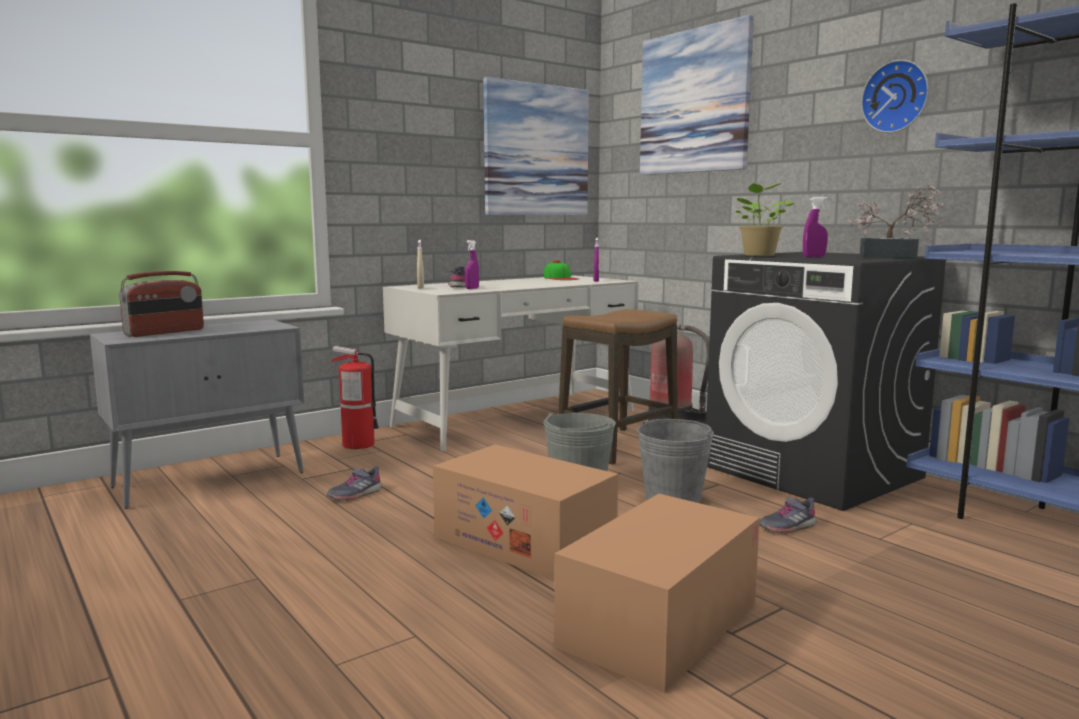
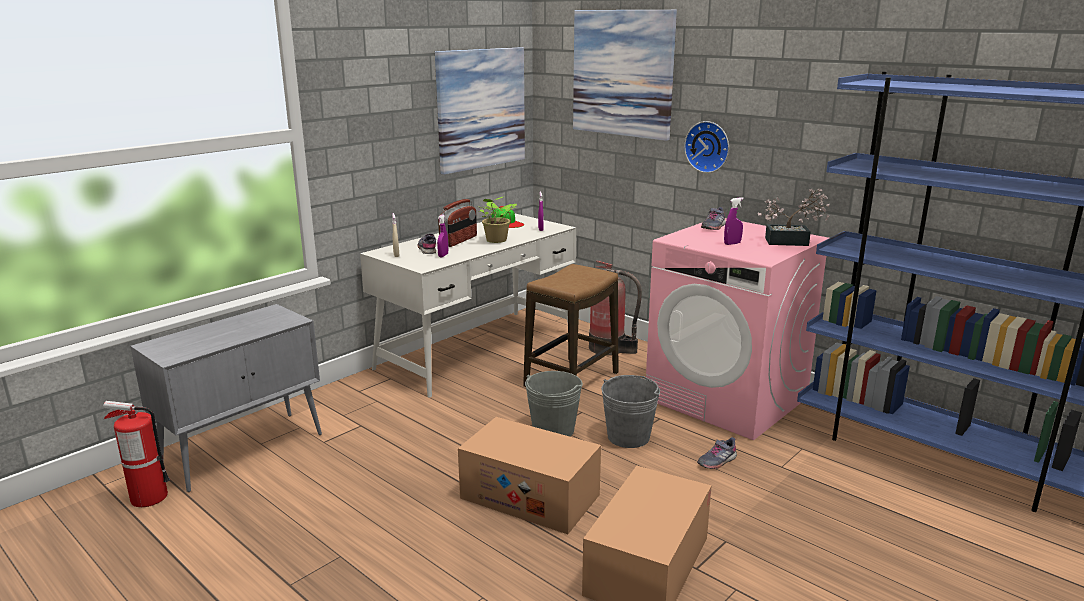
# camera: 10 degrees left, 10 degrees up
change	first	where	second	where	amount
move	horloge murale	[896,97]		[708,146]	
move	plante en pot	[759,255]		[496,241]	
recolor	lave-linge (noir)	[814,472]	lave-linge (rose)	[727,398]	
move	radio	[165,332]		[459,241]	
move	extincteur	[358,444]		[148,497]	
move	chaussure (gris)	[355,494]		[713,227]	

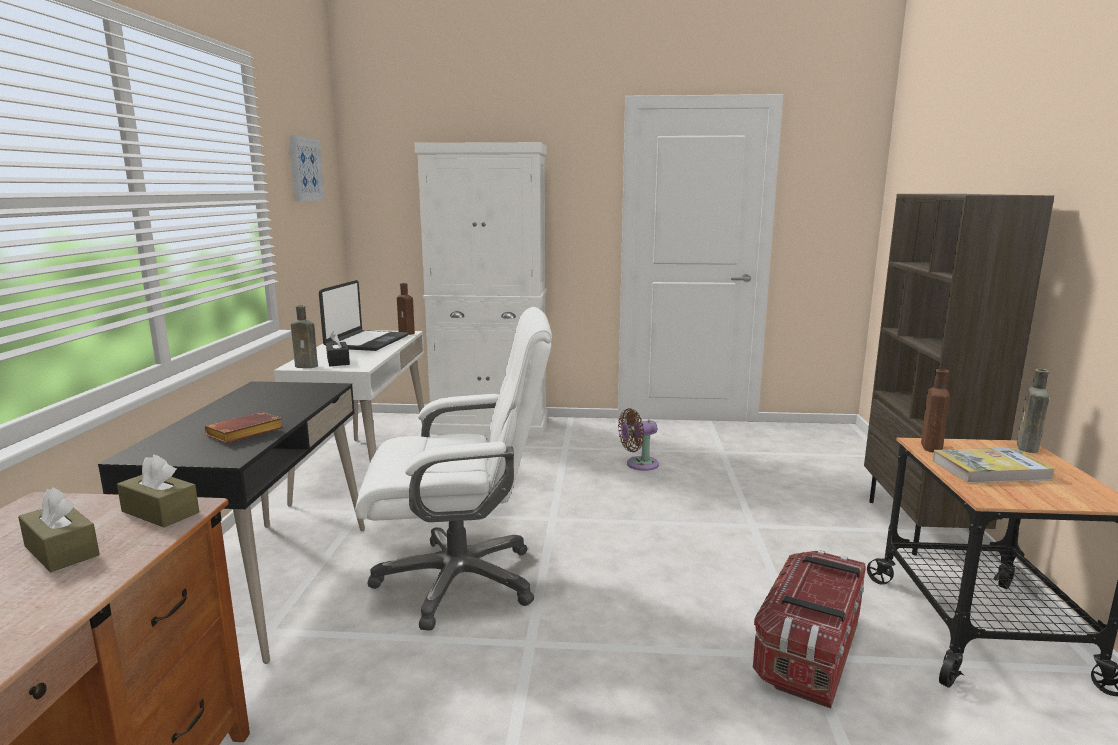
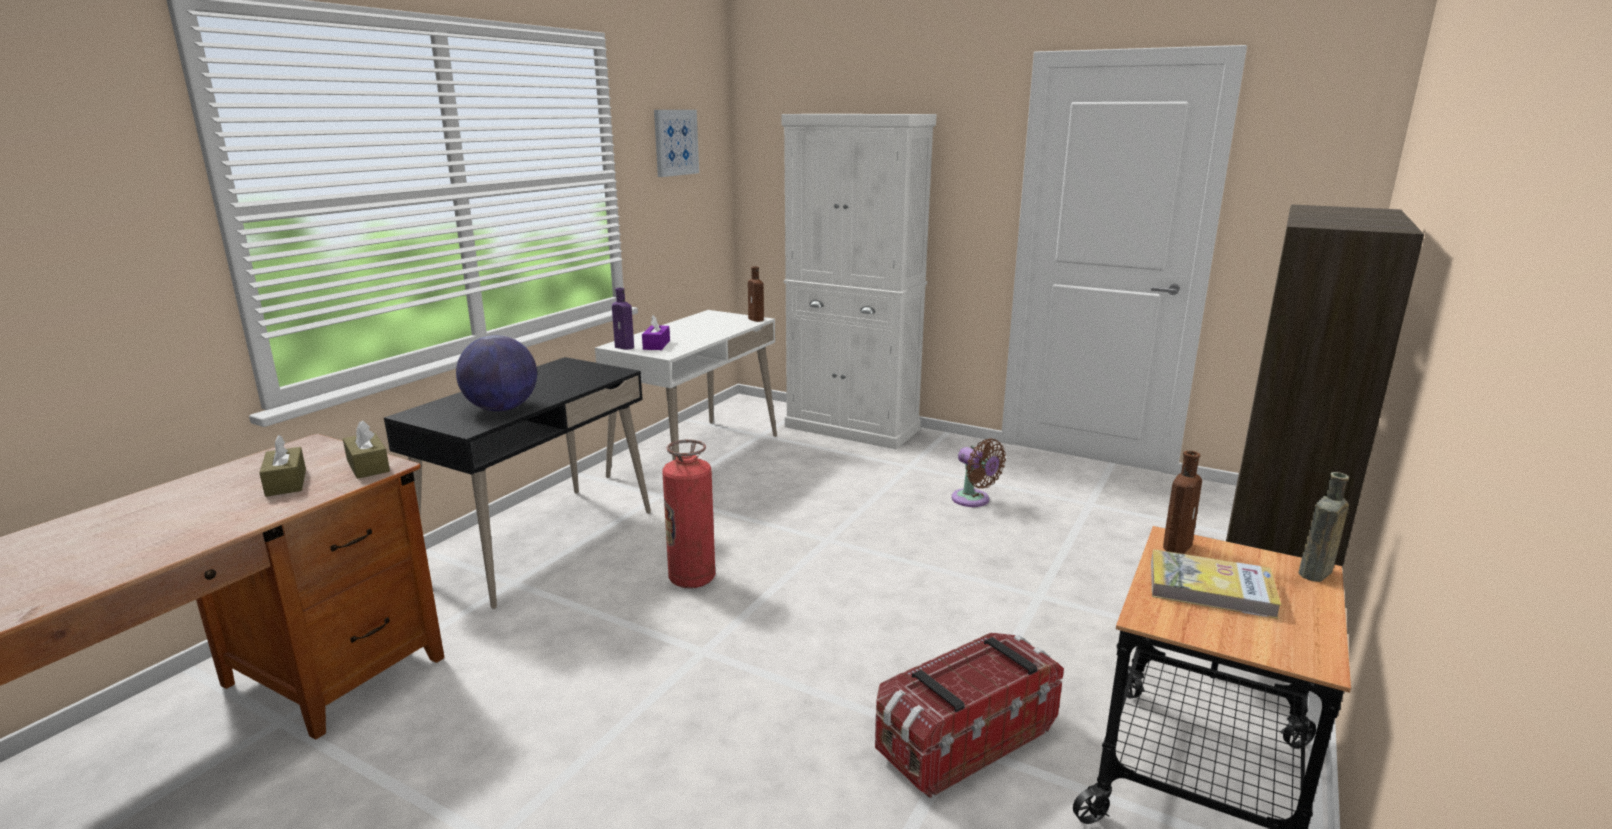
# camera: 25 degrees right, 5 degrees up
change	first	where	second	where	amount
delete	ordinateur portable	[366,342]			
recolor	bouteille (marron)	[308,366]	bouteille (violet)	[625,347]	
replace	chaise de bureau (blanc)	[460,580]	extincteur	[692,579]	
recolor	boîte à mouchoirs (noir)	[338,361]	boîte à mouchoirs (violet)	[656,345]	
rotate	ventilateur (marron)	[639,464]		[973,500]	135 degrees counterclockwise
replace	livre (marron)	[244,434]	globe	[501,409]	

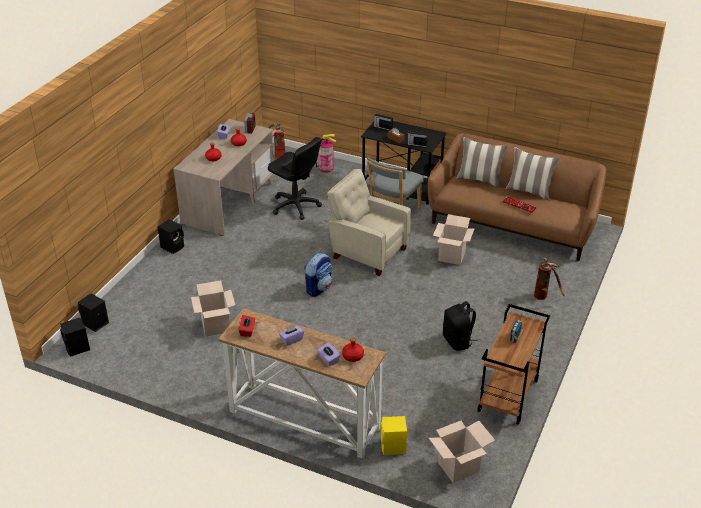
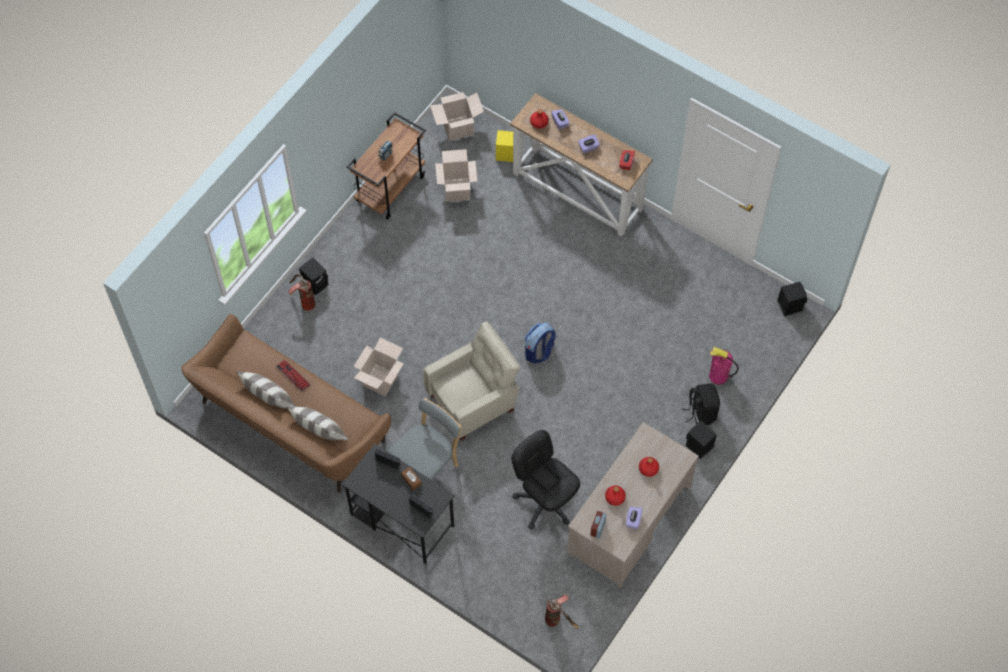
# camera: 170 degrees left, 25 degrees up
change	first	where	second	where	amount
move	extincteur	[326,168]		[718,376]	
rotate	fauteuil (beige)	[367,252]		[474,401]	75 degrees counterclockwise
move	carton	[215,326]		[457,189]	
move	enceinte (noir)	[94,324]		[316,283]	
move	sac à dos (noir)	[458,341]		[701,412]	

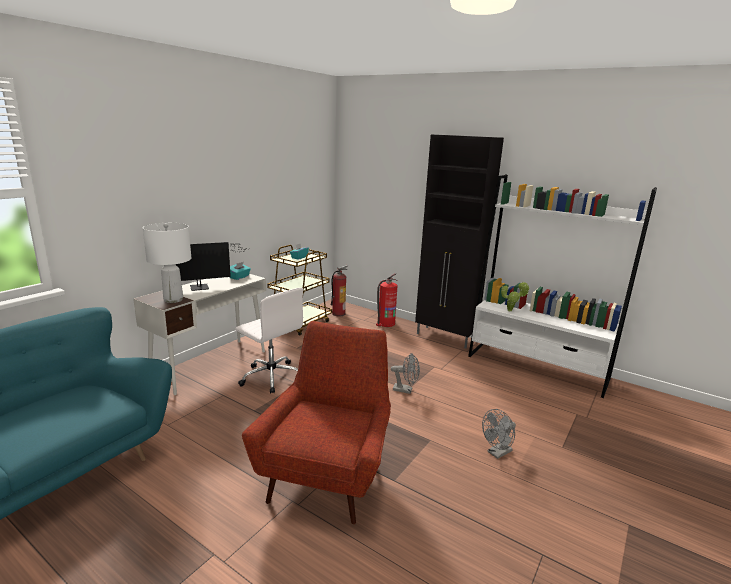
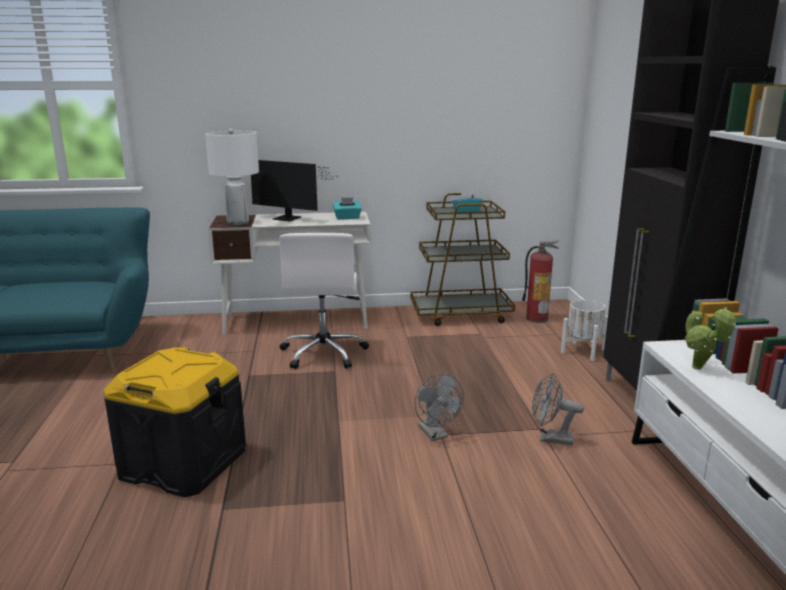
# camera: 50 degrees right, 0 degrees up
change	first	where	second	where	amount
replace	extincteur	[385,323]	cache-pot (blanc)	[582,351]	
replace	fauteuil (rouge)	[327,476]	boîte de rangement (noir)	[183,463]	
move	ventilateur (gris)	[497,453]		[550,438]	

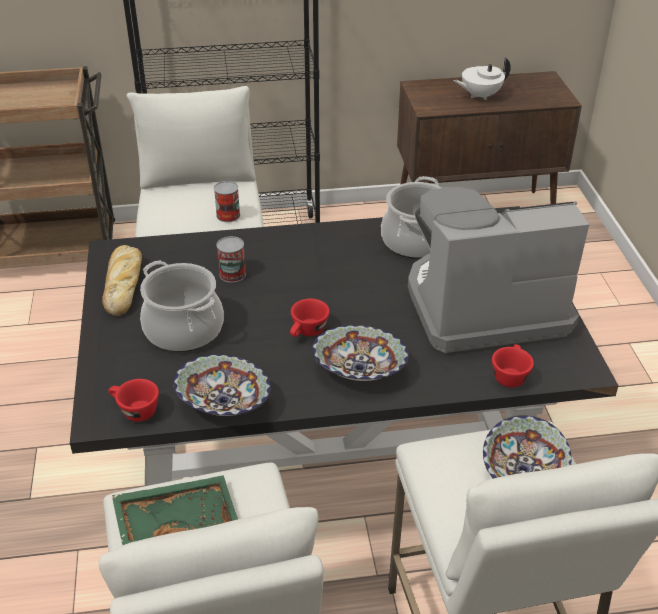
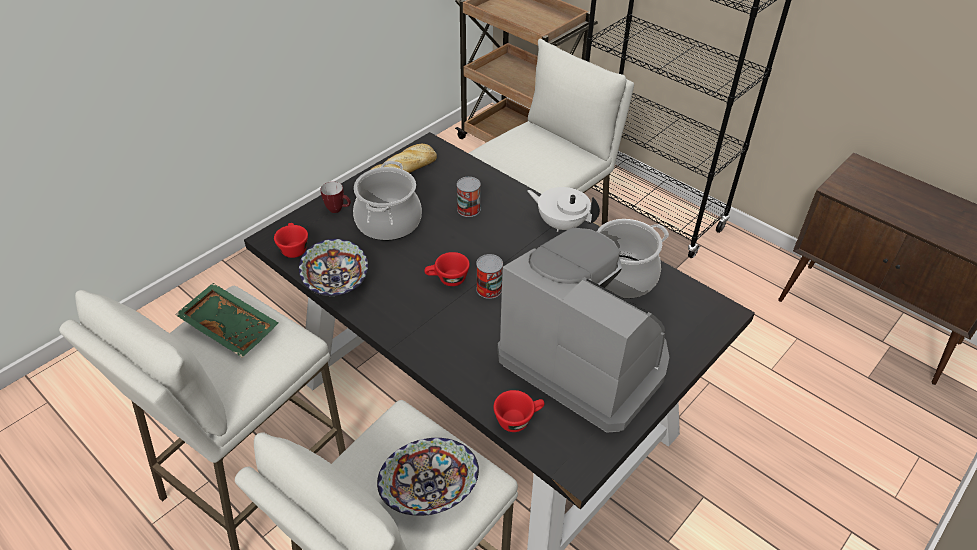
# camera: 50 degrees right, 5 degrees up
change	first	where	second	where	amount
move	théière (blanc)	[480,95]		[561,224]	
move	boîte métallique	[228,215]		[489,289]	
delete	bol	[359,371]			
insert			mug	[338,210]	

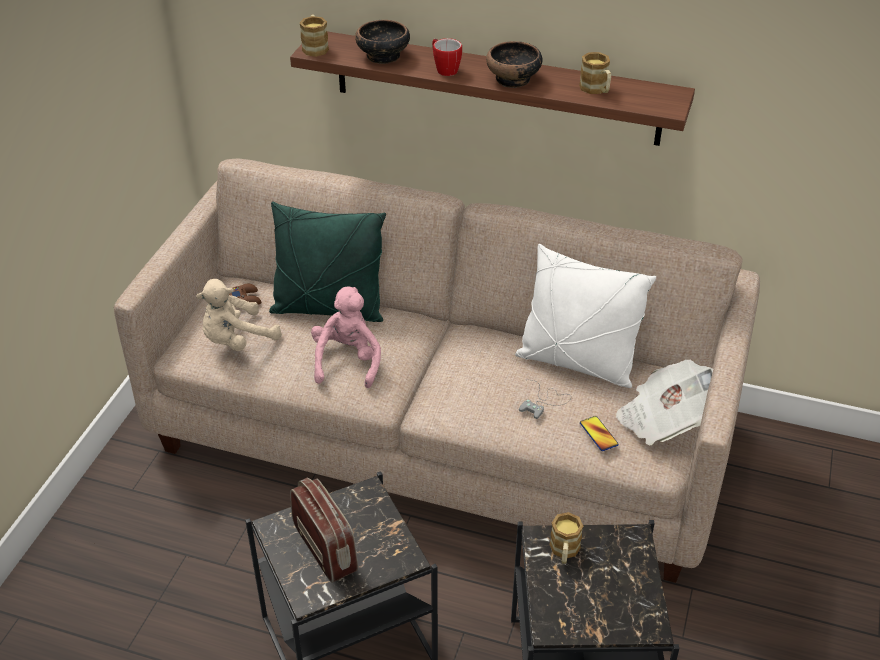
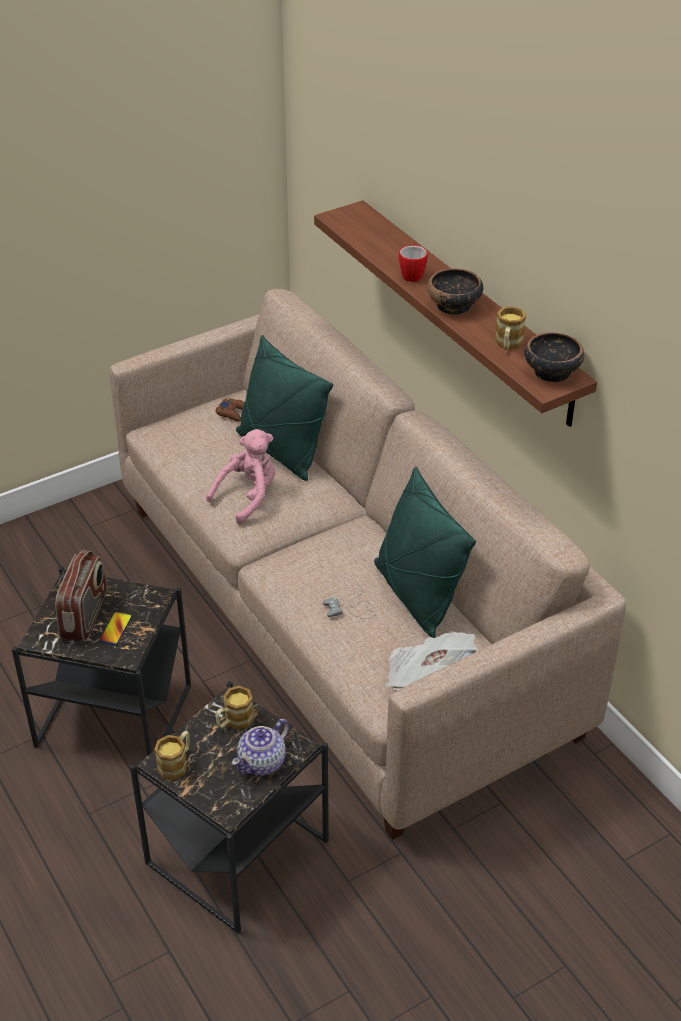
# camera: 40 degrees right, 0 degrees up
change	first	where	second	where	amount
move	mug	[315,47]		[176,763]	
move	bol	[382,56]		[551,372]	
recolor	coussin (blanc)	[577,363]	coussin (vert)	[416,595]	
delete	peluche (beige)	[237,340]			
move	téléphone	[598,434]		[116,629]	
insert			théière	[262,762]	

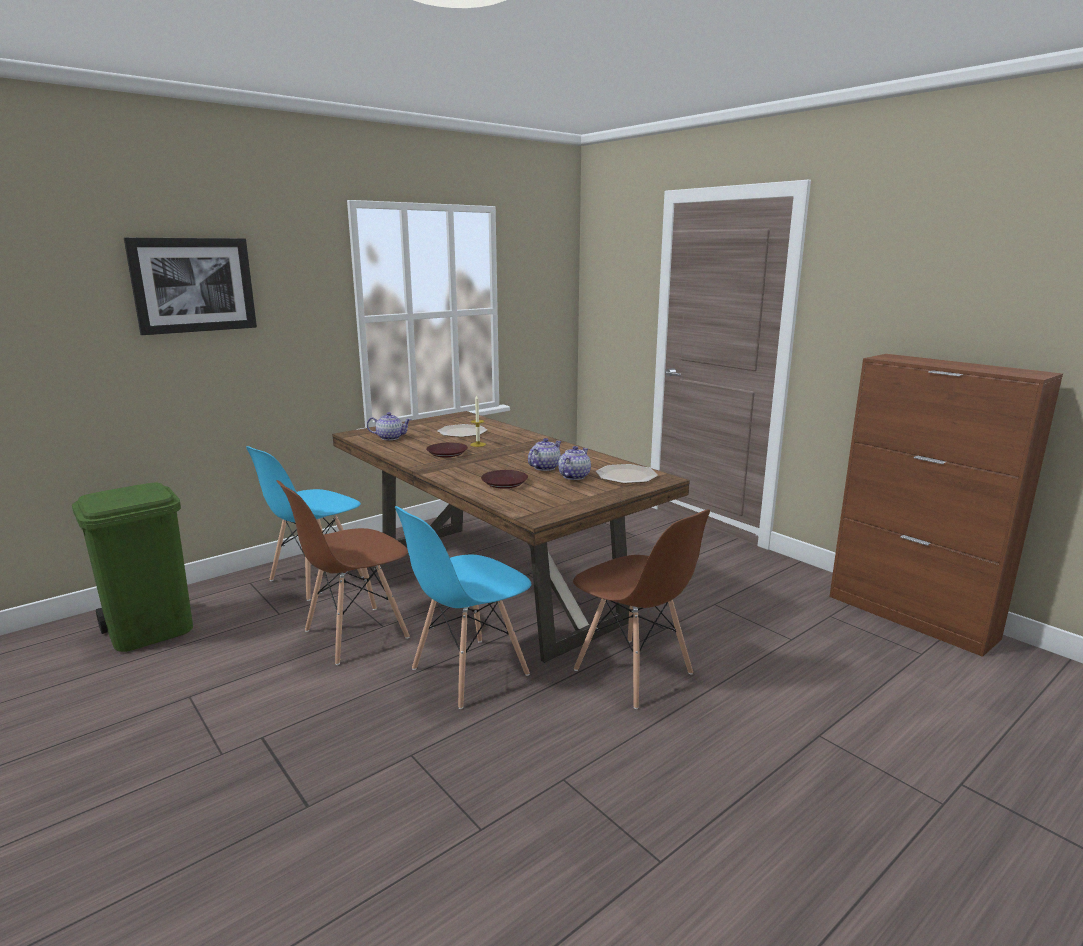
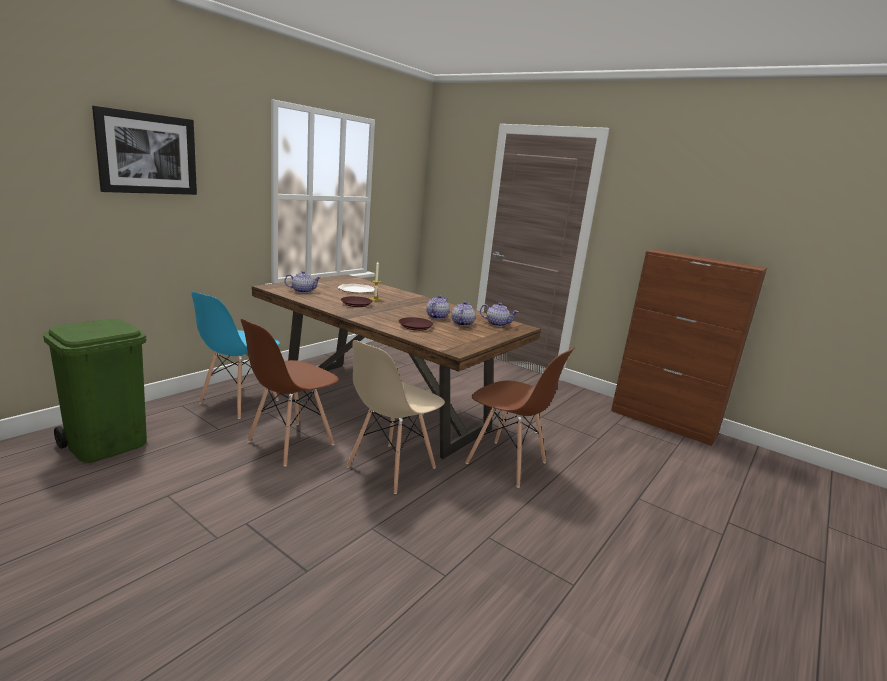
# camera: 15 degrees left, 0 degrees up
change	first	where	second	where	amount
replace	assiette	[626,475]	théière	[497,324]	
recolor	chaise (bleu)	[469,672]	chaise (beige)	[390,467]	

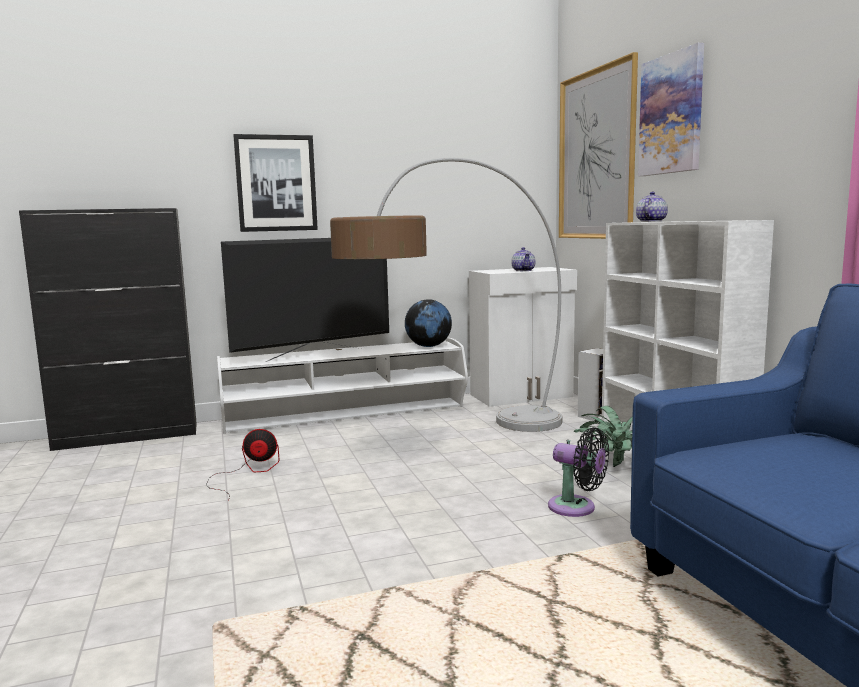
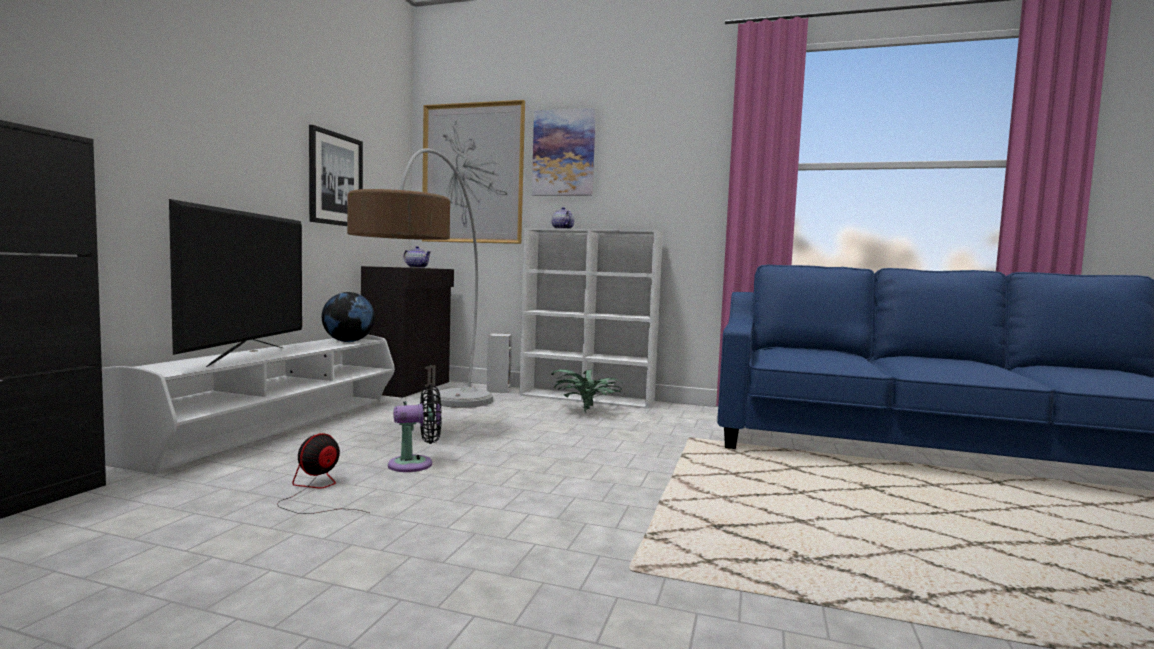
# camera: 55 degrees left, 5 degrees down
change	first	where	second	where	amount
move	tableau	[276,183]		[335,179]	
recolor	meuble de rangement (blanc)	[522,396]	meuble de rangement (noir)	[409,387]	
move	ventilateur (noir)	[576,508]		[415,464]	

